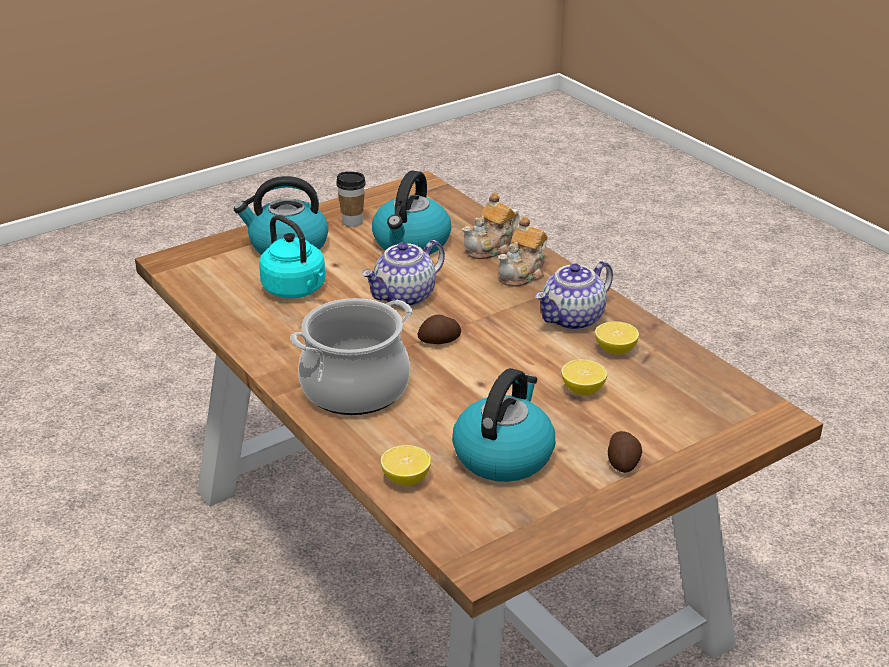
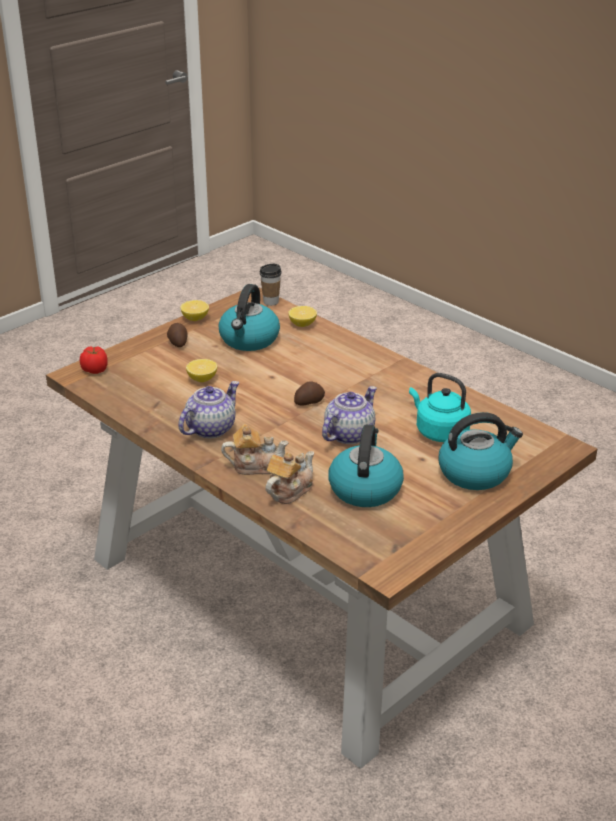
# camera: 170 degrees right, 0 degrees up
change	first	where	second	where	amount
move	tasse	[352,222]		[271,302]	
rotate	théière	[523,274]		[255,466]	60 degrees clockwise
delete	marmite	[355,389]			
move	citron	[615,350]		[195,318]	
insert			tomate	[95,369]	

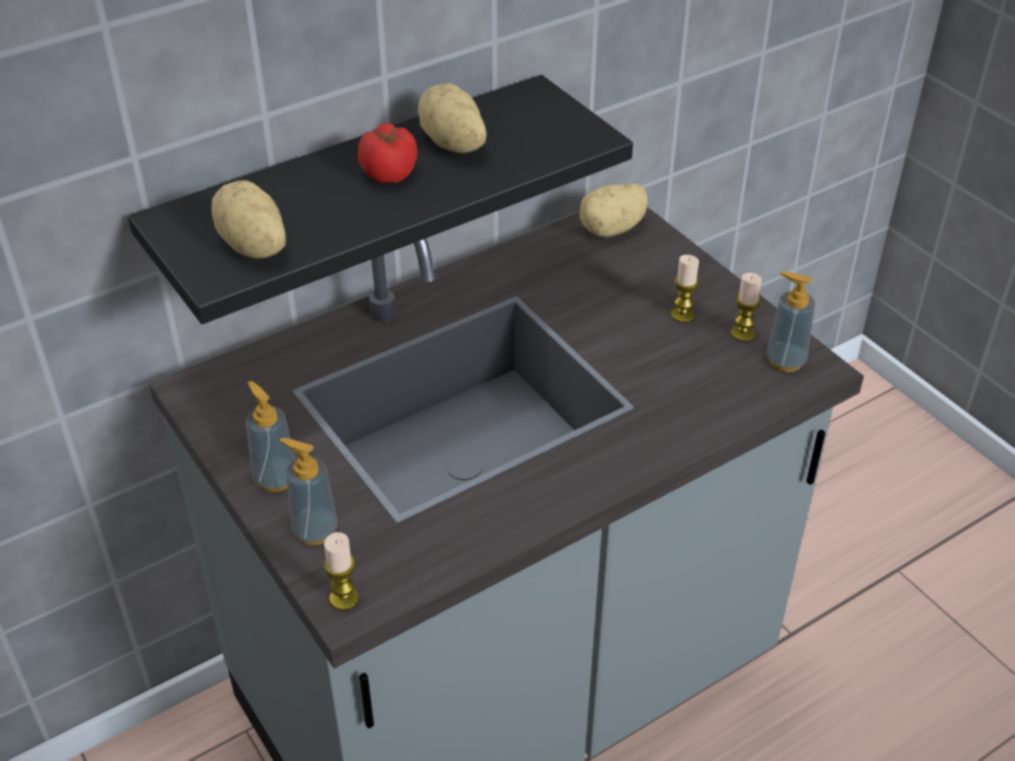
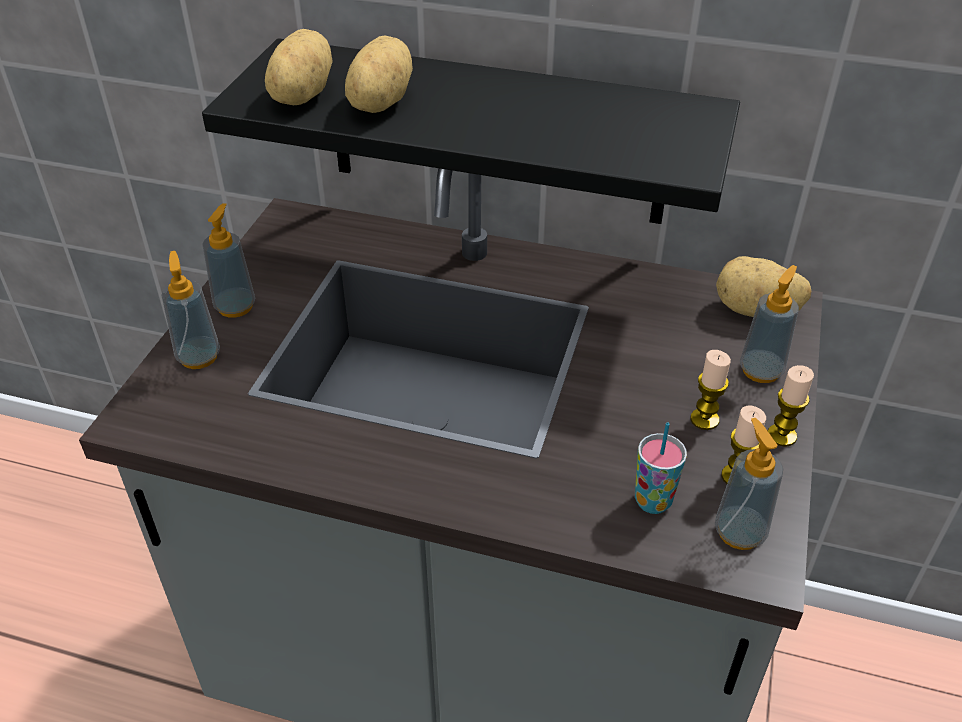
# camera: 50 degrees right, 0 degrees up
change	first	where	second	where	amount
move	pomme de terre	[452,144]		[377,103]	
delete	tomate	[390,173]			
move	bougie	[344,598]		[781,435]	
insert			distributeur de savon	[761,370]	
insert			tasse	[653,501]	

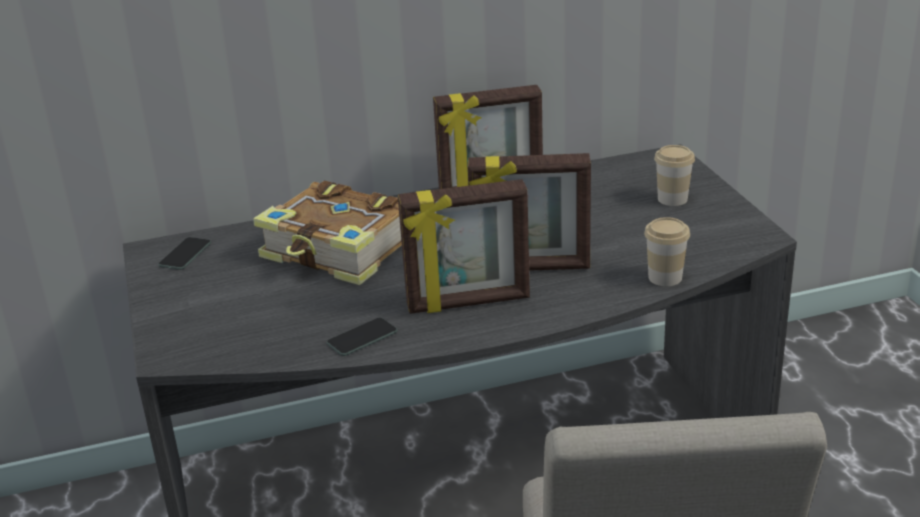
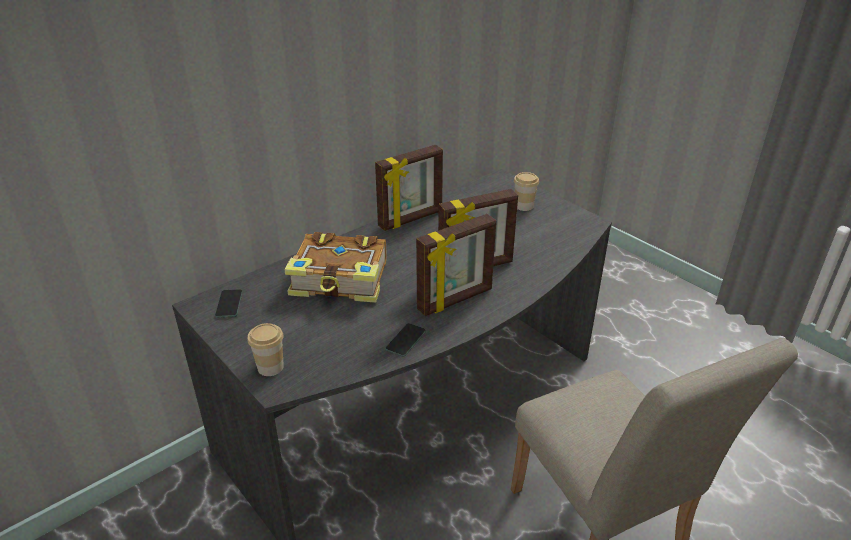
# camera: 25 degrees left, 5 degrees up
change	first	where	second	where	amount
move	tasse	[665,277]		[270,367]	

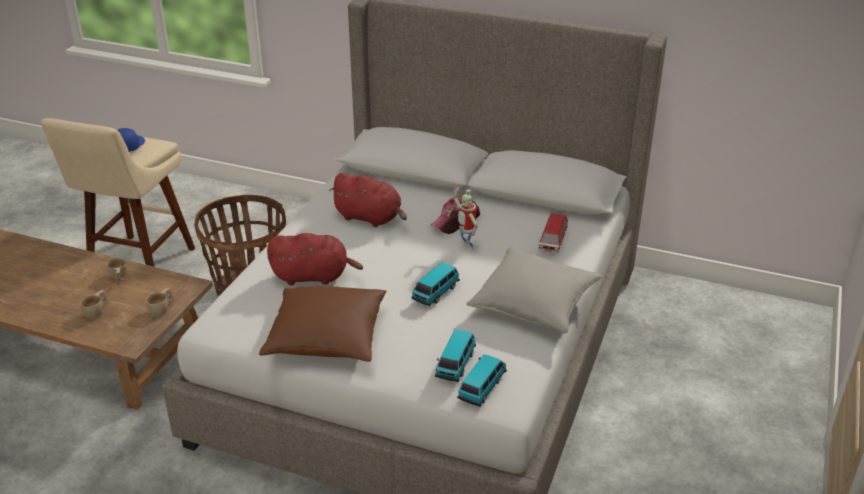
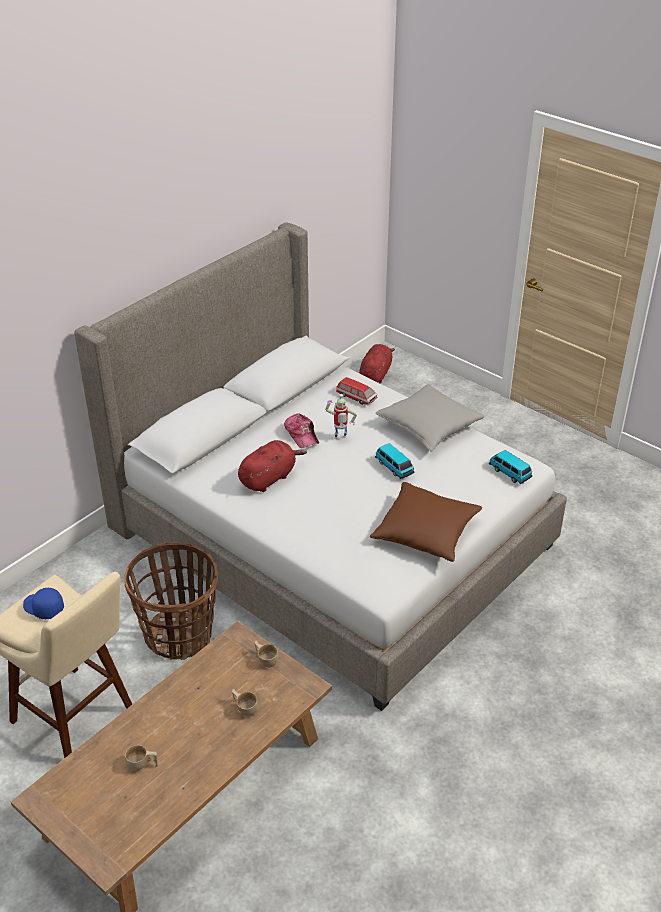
# camera: 70 degrees left, 5 degrees up
change	first	where	second	where	amount
move	peluche (rouge)	[313,276]		[375,374]	
move	tasse (beige)	[118,278]		[142,765]	
delete	petite voiture	[455,364]			

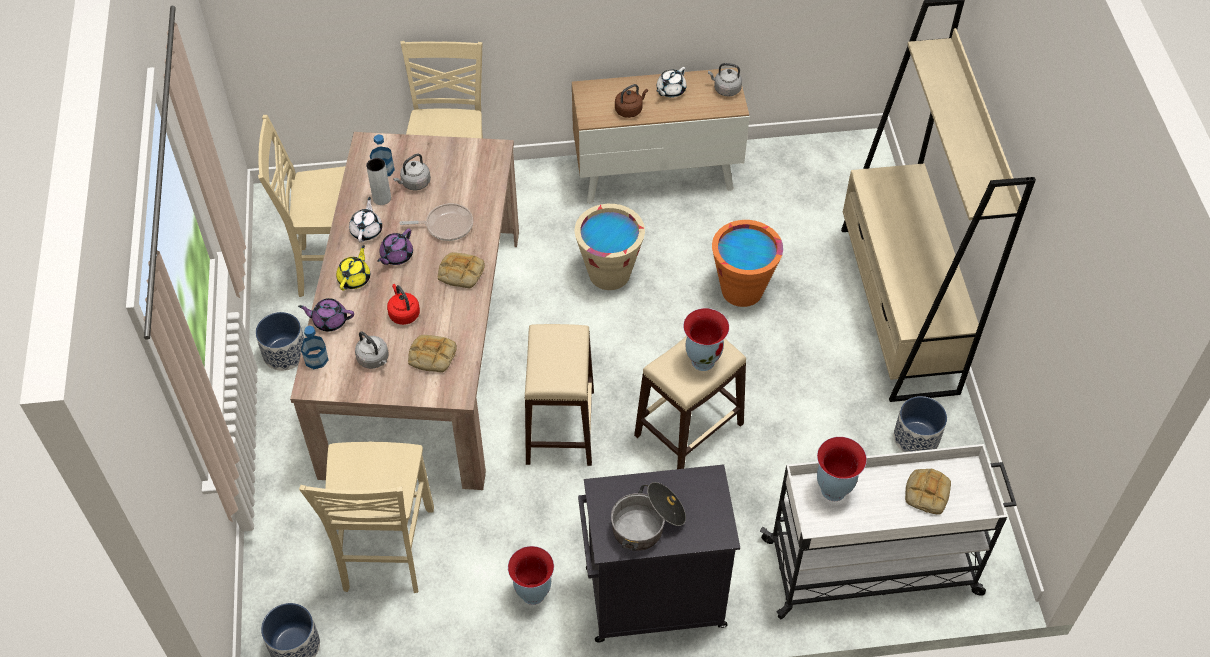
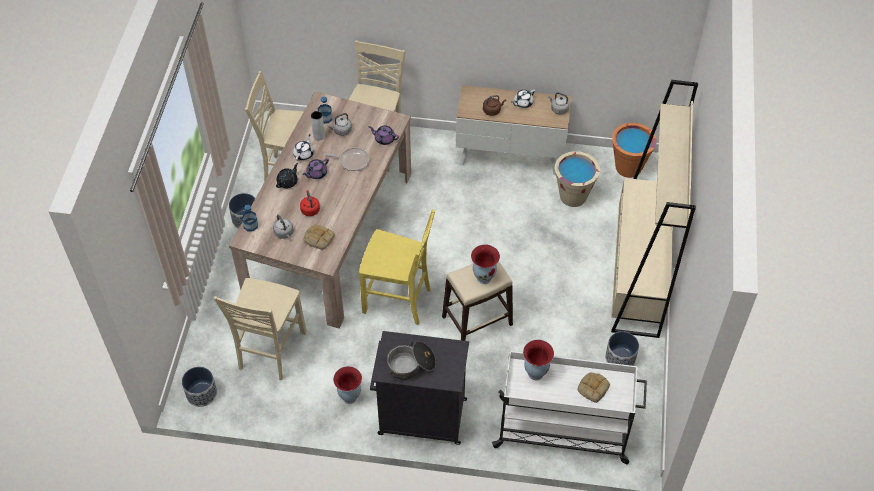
# camera: 15 degrees right, 0 degrees up
change	first	where	second	where	amount
move	seau (beige)	[609,274]		[573,196]	
move	seau (orange)	[742,290]		[628,167]	
recolor	théière (jaune)	[355,278]	théière (noir)	[288,182]	
delete	pain	[460,273]			
move	théière (violet)	[329,320]		[384,139]	
replace	tabouret (beige)	[561,426]	chaise (jaune)	[398,301]	

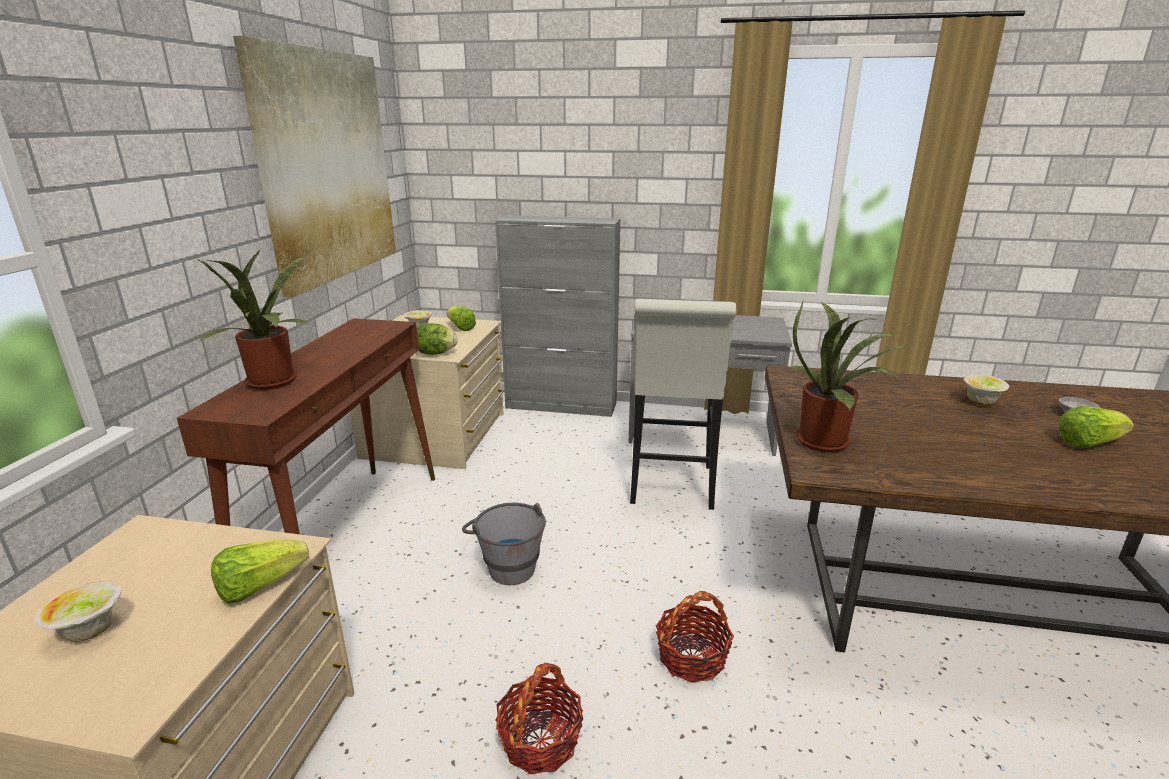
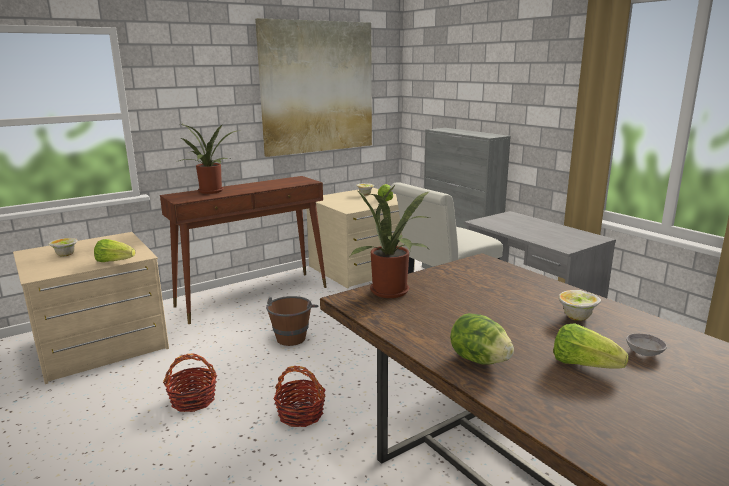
# camera: 45 degrees right, 5 degrees down
change	first	where	second	where	amount
move	laitue	[435,353]		[479,360]	
recolor	seau (gris)	[507,564]	seau (marron)	[293,335]	

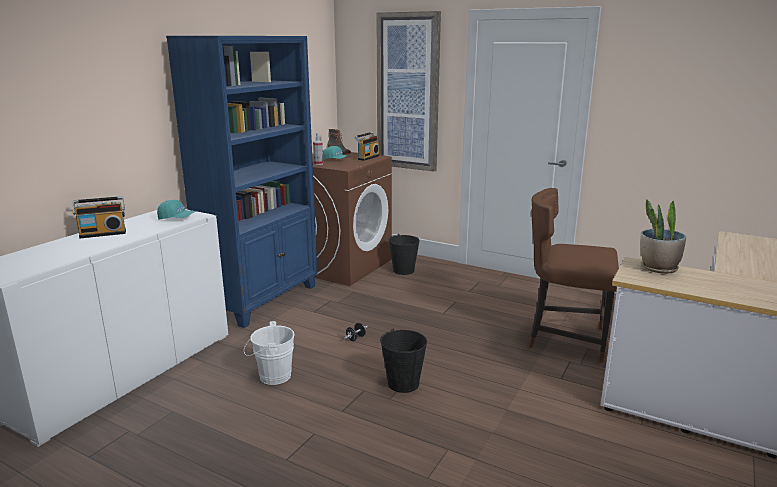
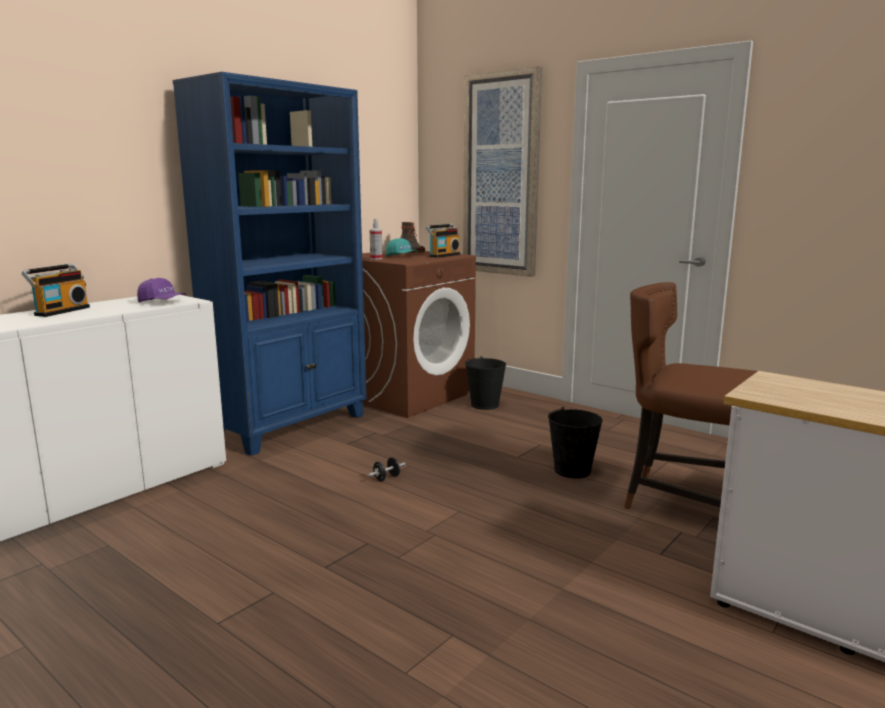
# camera: 10 degrees right, 5 degrees down
change	first	where	second	where	amount
rotate	radio	[103,233]		[60,311]	60 degrees counterclockwise
delete	plante en pot	[658,268]			
recolor	casquette (turquoise)	[177,218]	casquette (violet)	[162,302]	
delete	seau (blanc)	[271,376]			
move	seau (noir)	[403,383]		[572,470]	

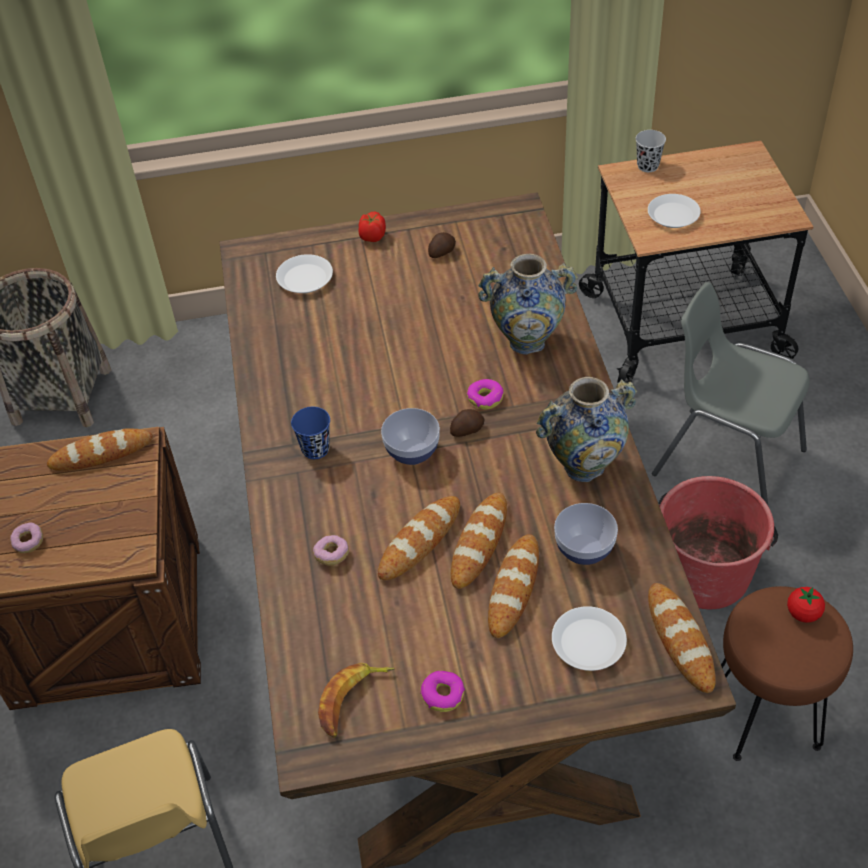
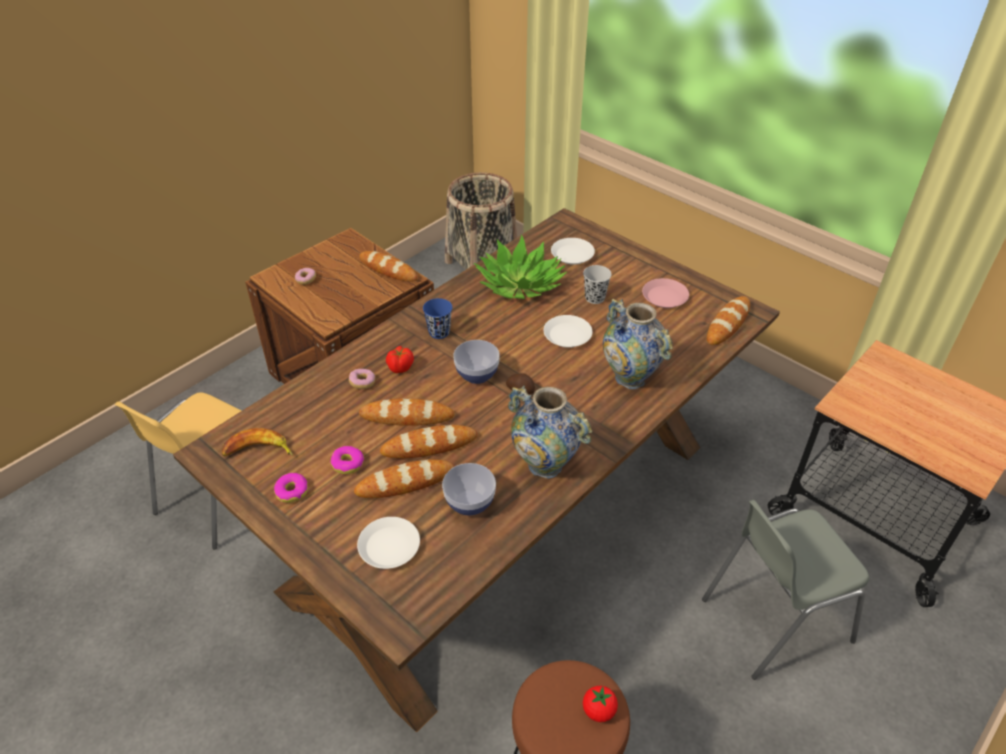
# camera: 50 degrees right, 5 degrees down
change	first	where	second	where	amount
move	tasse (noir)	[648,166]		[595,298]	
move	assiette (blanc)	[673,215]		[567,335]	
move	tomate	[372,237]		[400,368]	
replace	pomme de terre	[441,252]	assiette (rose)	[665,297]	
rotate	chaise (gris)	[727,462]		[773,619]	105 degrees counterclockwise
move	beignet	[485,398]		[348,463]	
delete	seau (rouge)	[705,573]			
move	pain	[680,640]		[728,323]	
insert			plante en pot	[520,285]	

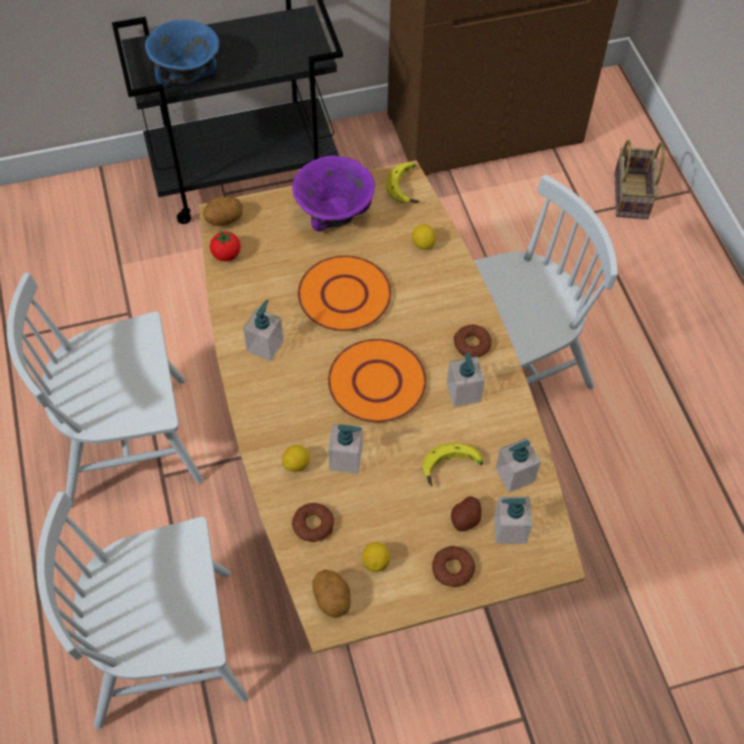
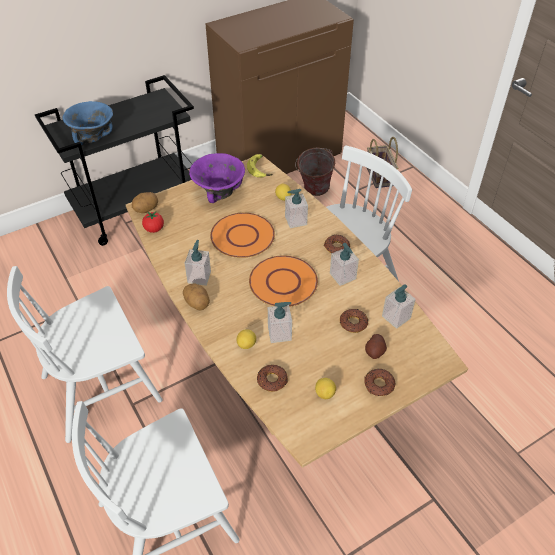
# camera: 15 degrees left, 10 degrees down
change	first	where	second	where	amount
replace	banane	[452,469]	beignet	[353,323]	
move	distributeur de savon	[509,530]		[295,221]	
move	pomme de terre	[332,599]		[197,303]	
insert			seau	[313,191]	

